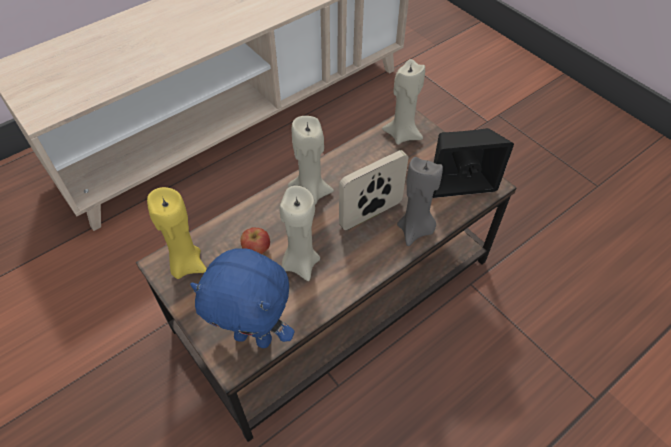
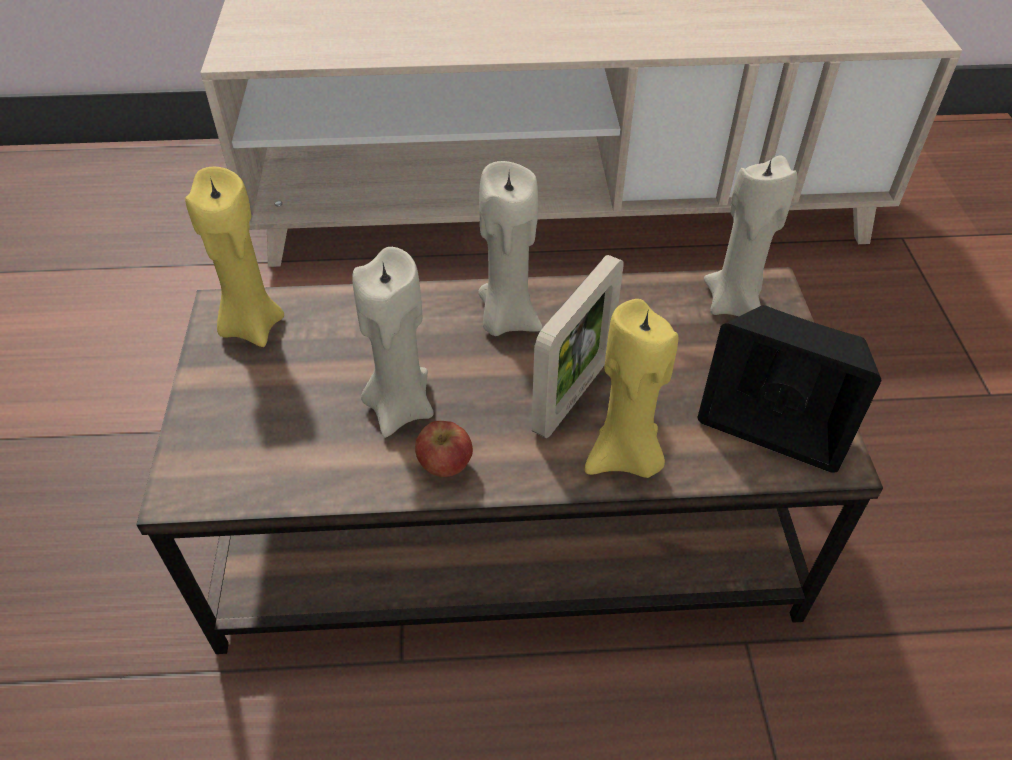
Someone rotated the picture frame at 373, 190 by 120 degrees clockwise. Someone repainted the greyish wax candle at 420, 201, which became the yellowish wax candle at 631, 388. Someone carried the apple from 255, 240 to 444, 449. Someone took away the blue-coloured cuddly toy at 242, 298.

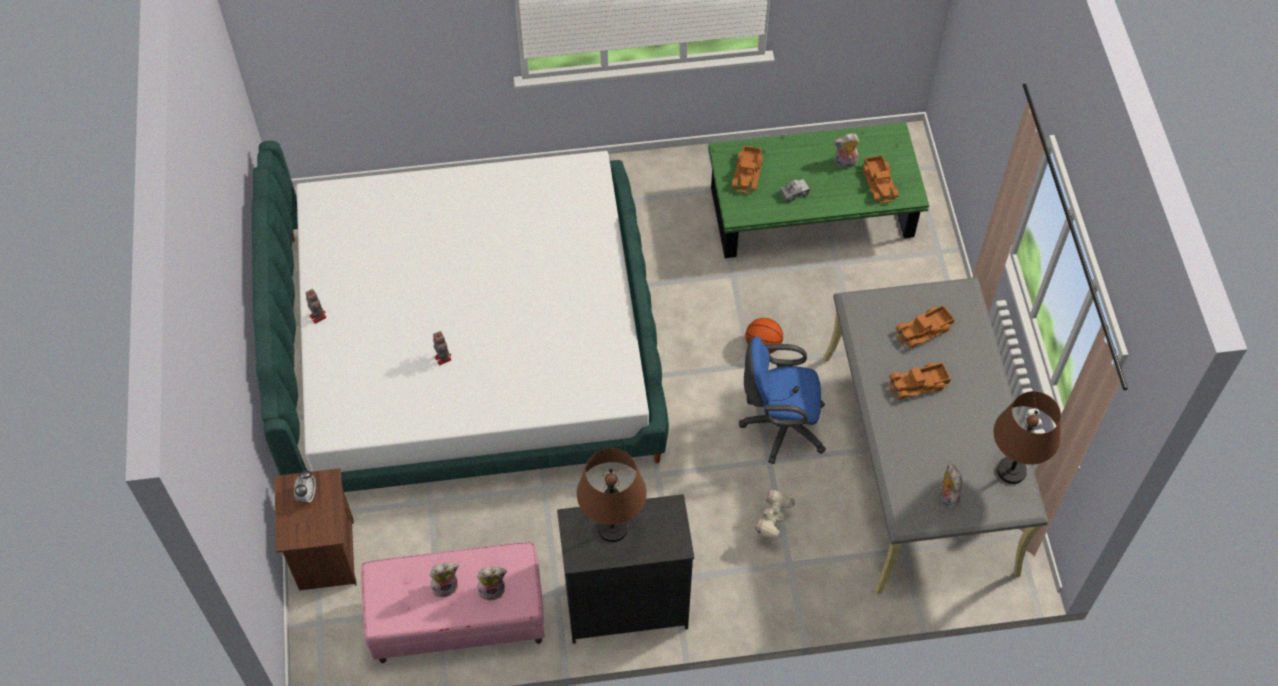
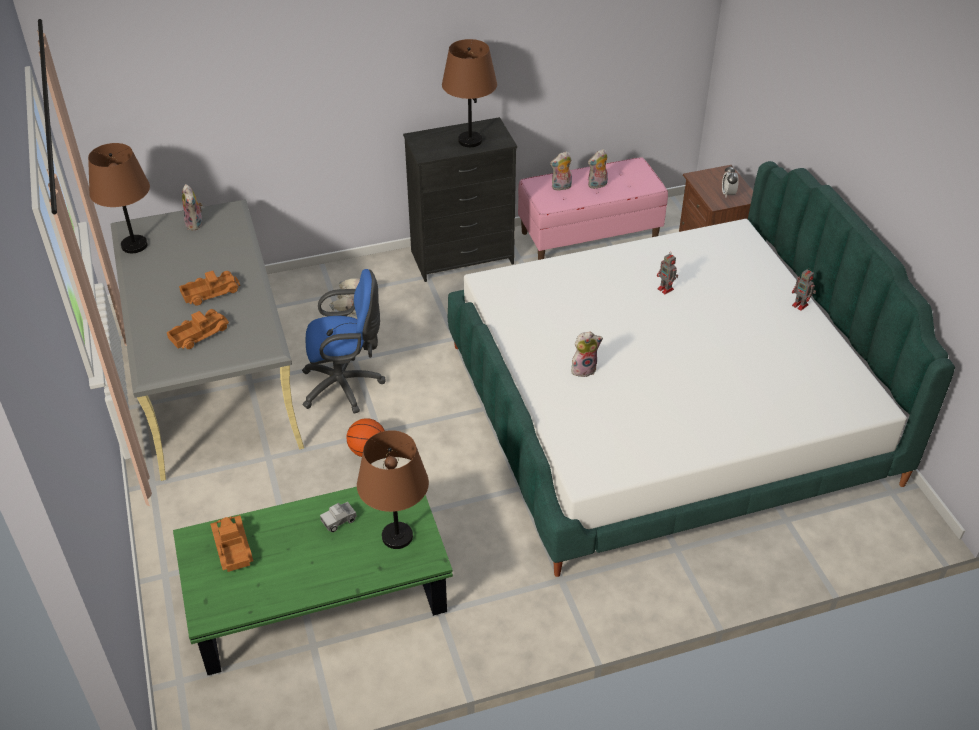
Someone carried the cuddly toy from 846, 150 to 587, 354. Someone swapped the model truck at 747, 169 for the brown-coloured tabletop lamp at 393, 489.

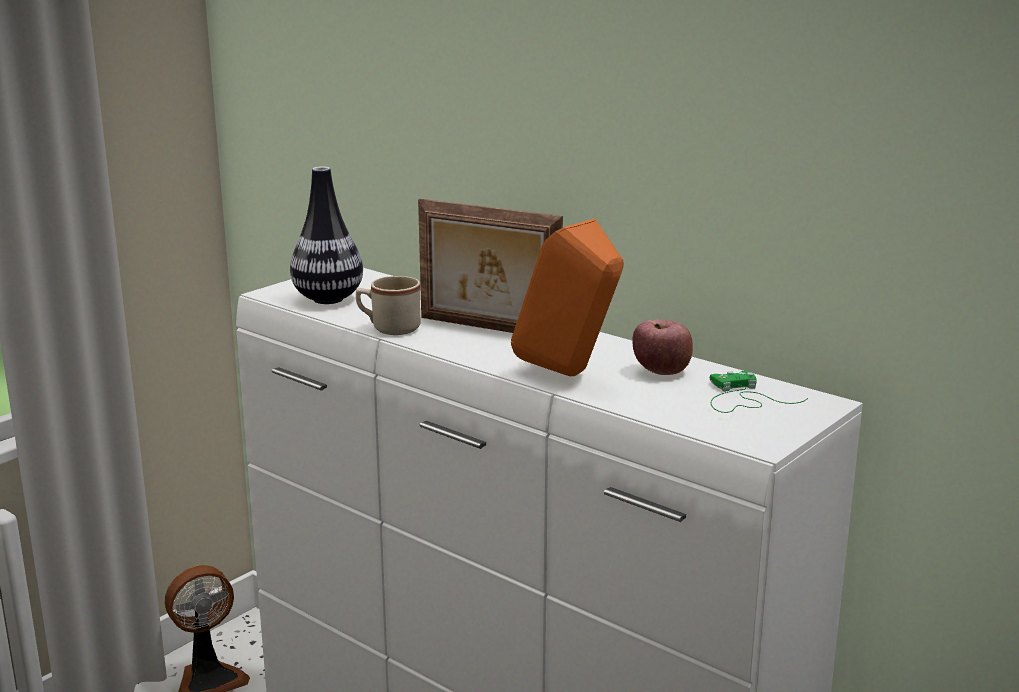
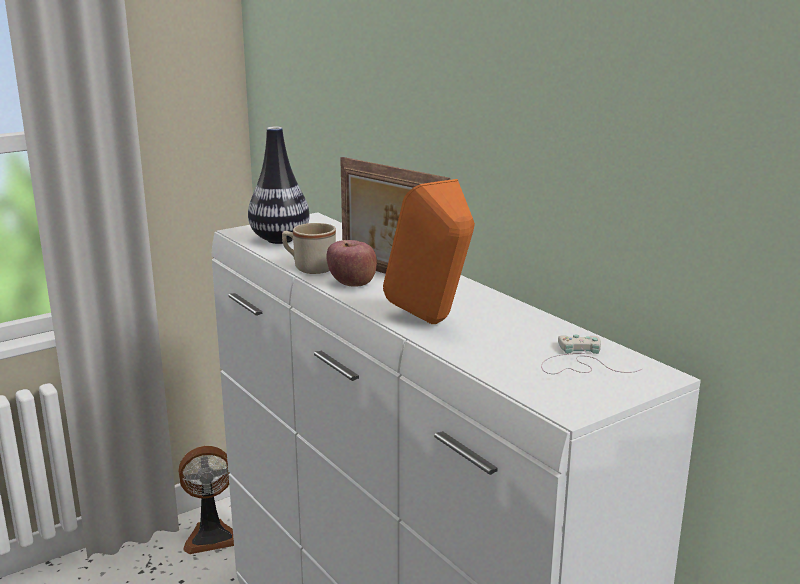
Someone carried the apple from 662, 347 to 352, 263. Someone repainted the greenish gamepad at 759, 392, which became the whitish gamepad at 591, 354.

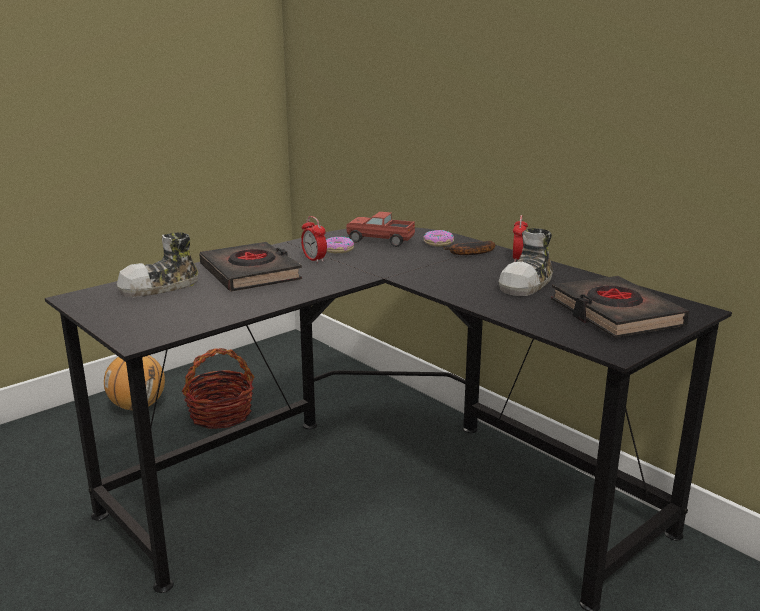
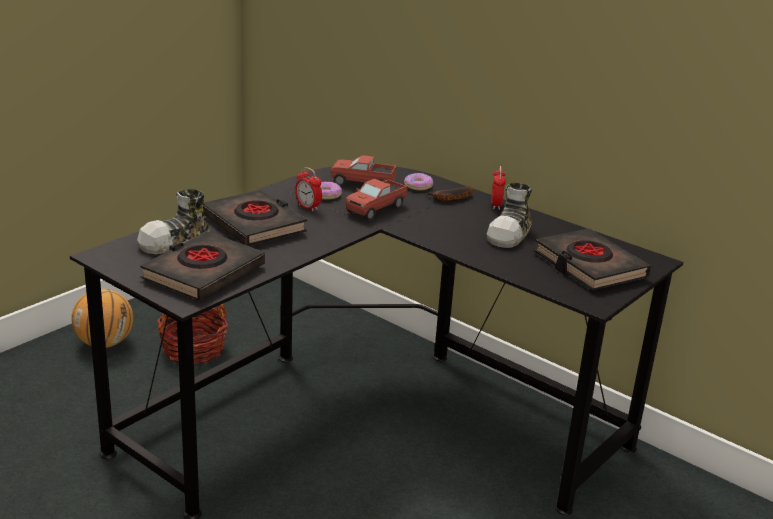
Someone put down the model truck at 376, 200. Someone put down the black-coloured volume at 202, 266.

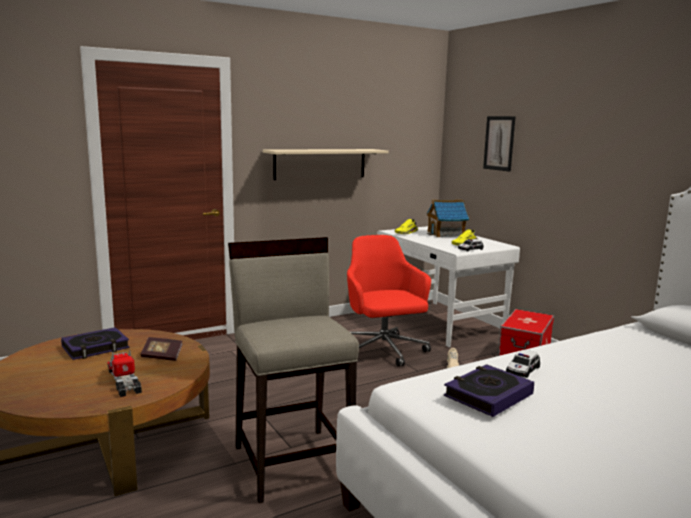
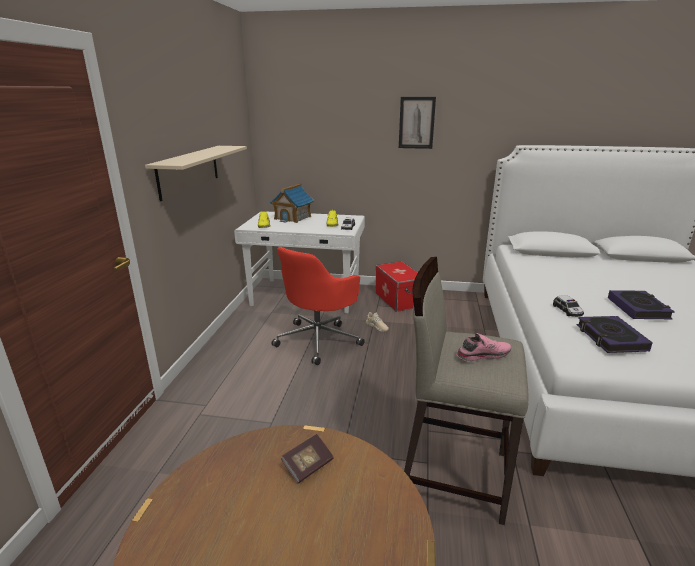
Someone carried the wall art from 499, 144 to 417, 123. Someone rotated the red computer chair at 389, 300 by 75 degrees counterclockwise. Someone carried the volume from 95, 343 to 641, 304. Someone took away the model truck at 124, 373. Someone put down the pinkish shoe at 484, 347.

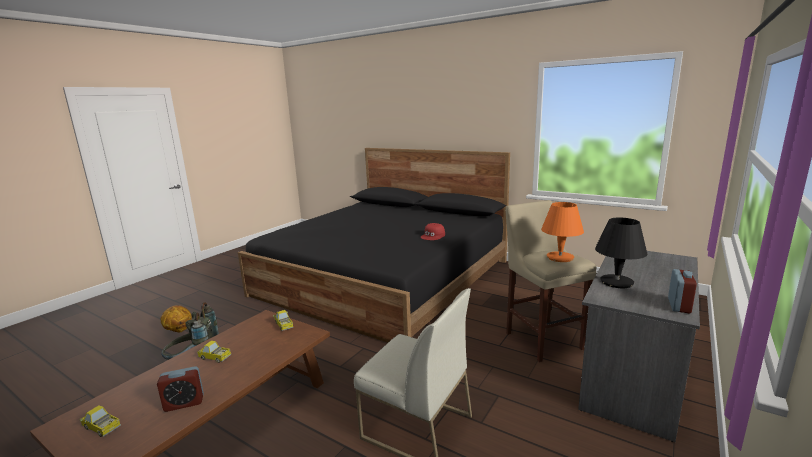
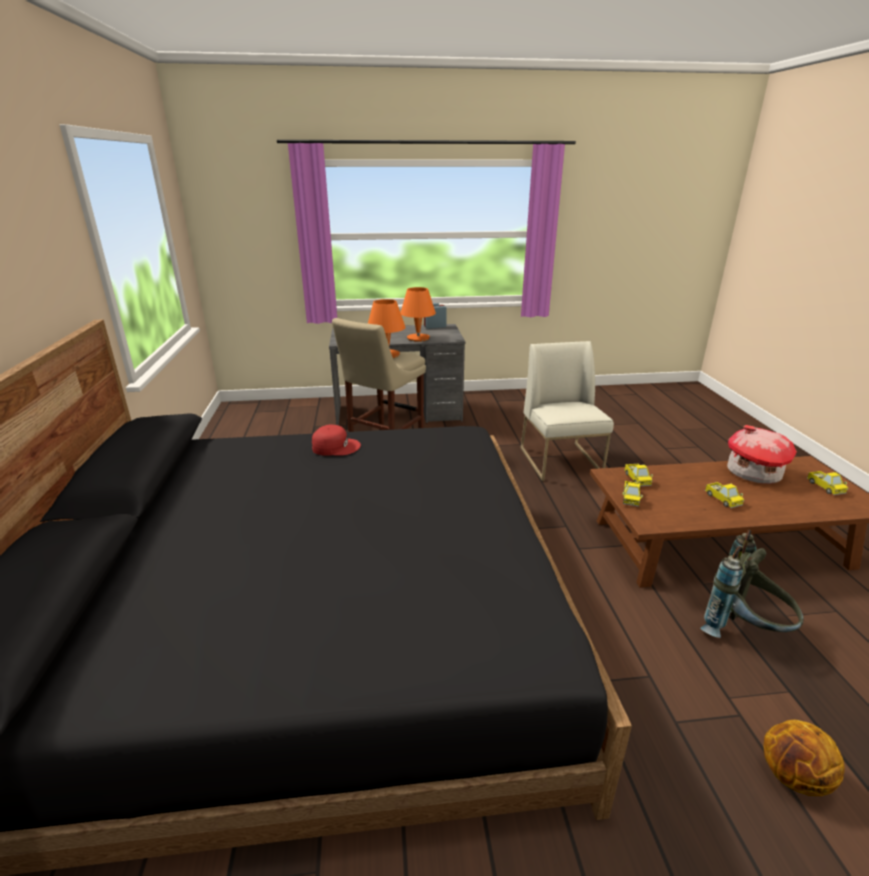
Someone repainted the black-coloured tabletop lamp at 621, 253, which became the orange-coloured tabletop lamp at 418, 314. Someone swapped the alarm clock at 180, 389 for the model house at 762, 454. Someone put down the model truck at 638, 475.

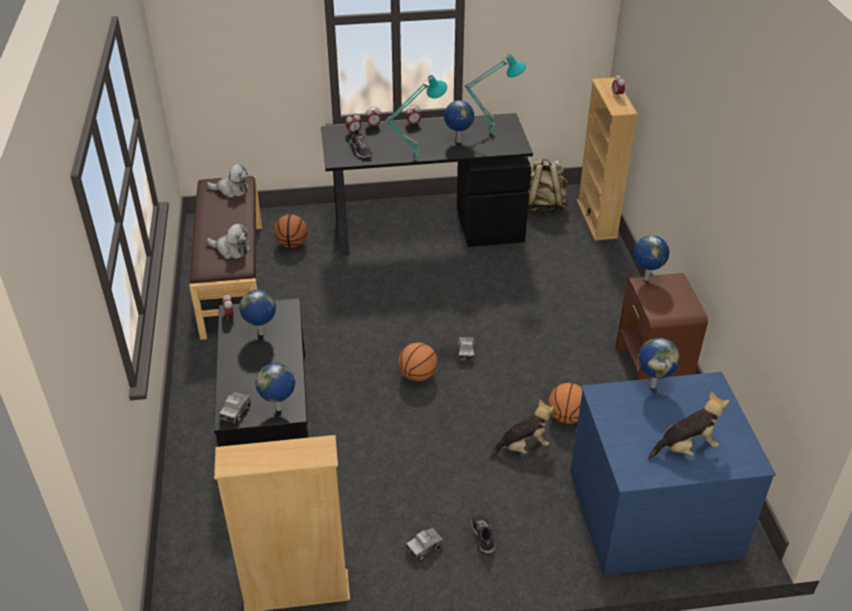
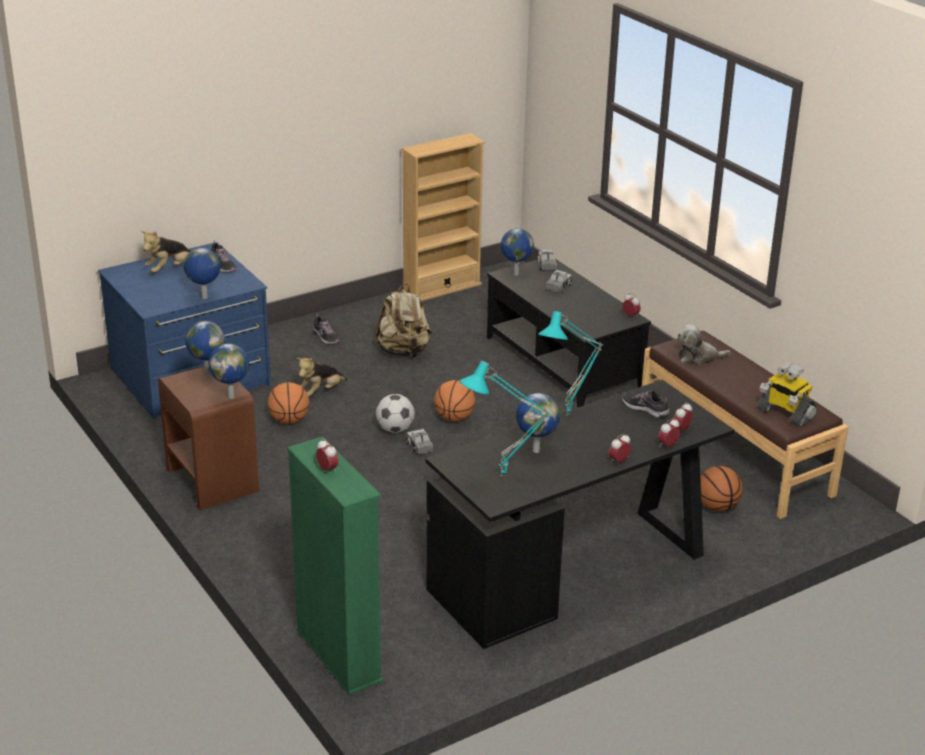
Someone repainted the beige-coloured shelving unit at 607, 159, which became the greenish shelving unit at 335, 565. Someone carried the beige-coloured knapsack from 548, 186 to 402, 321. Someone swapped the cuddly toy at 228, 181 for the model robot at 787, 395. Someone carried the world globe from 257, 312 to 205, 348. Someone carried the model truck from 424, 544 to 559, 281. Someone put down the shoe at 224, 257. Someone put down the football at 395, 413.

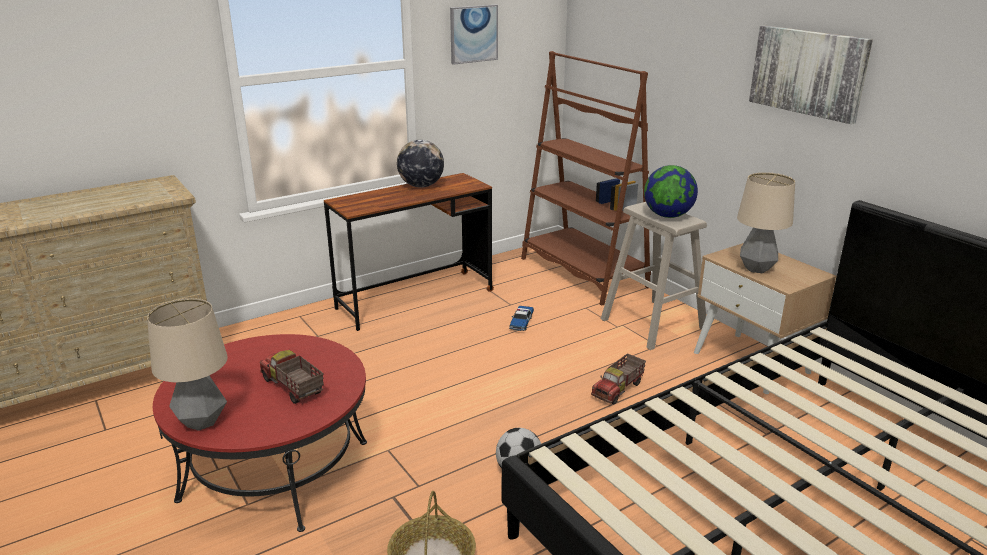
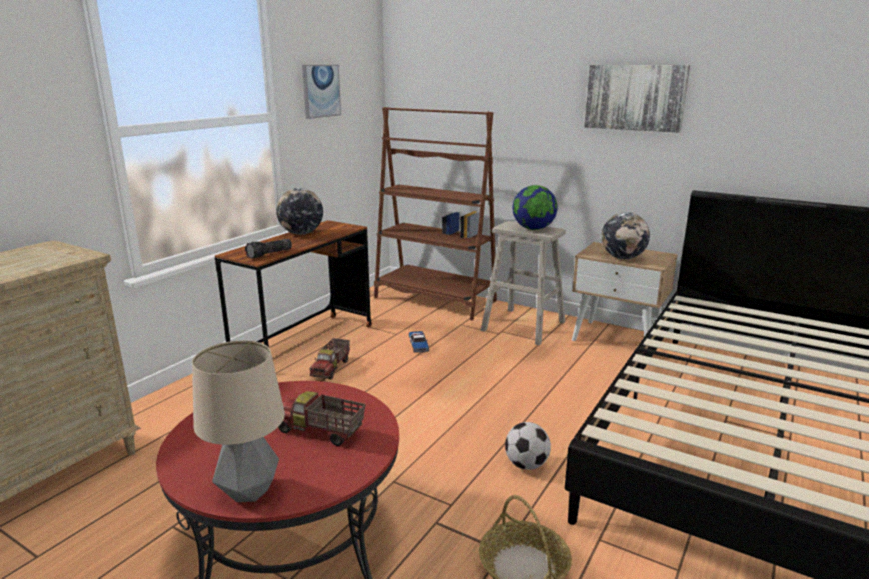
Someone swapped the tabletop lamp at 766, 222 for the world globe at 625, 235. Someone carried the model truck from 618, 379 to 330, 358. Someone put down the torch at 268, 248.

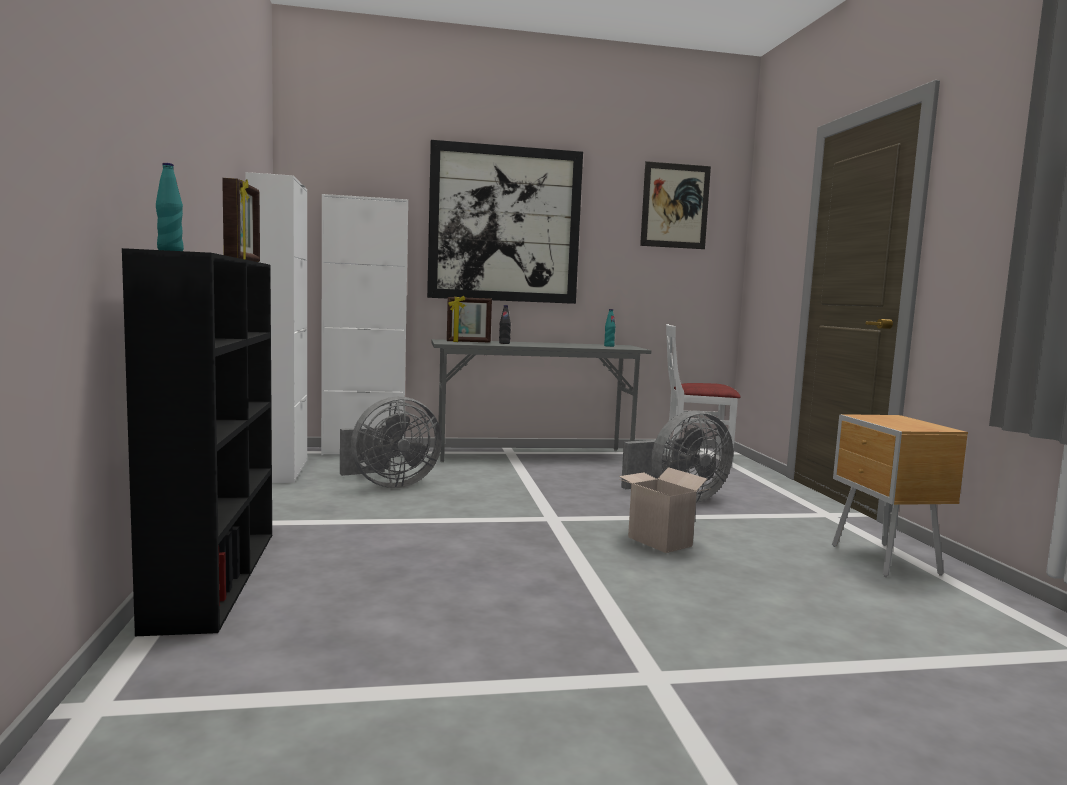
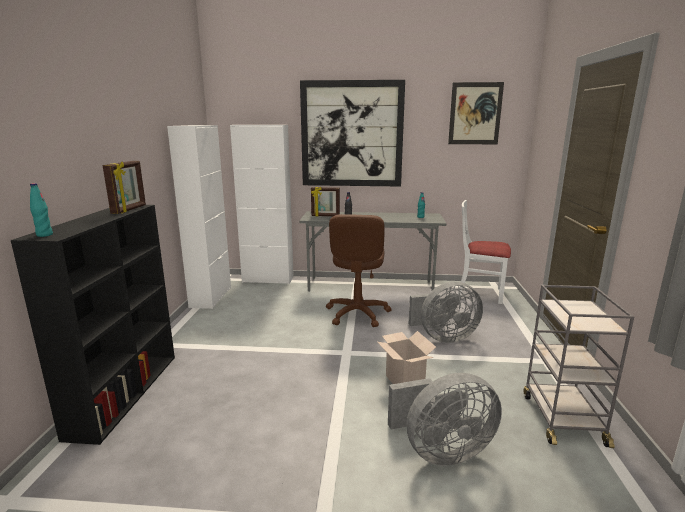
Someone carried the greyish fan from 391, 442 to 445, 419. Someone swapped the brown-coloured night table at 900, 495 for the greyish trolley at 579, 366. Someone put down the brown-coloured computer chair at 359, 270.

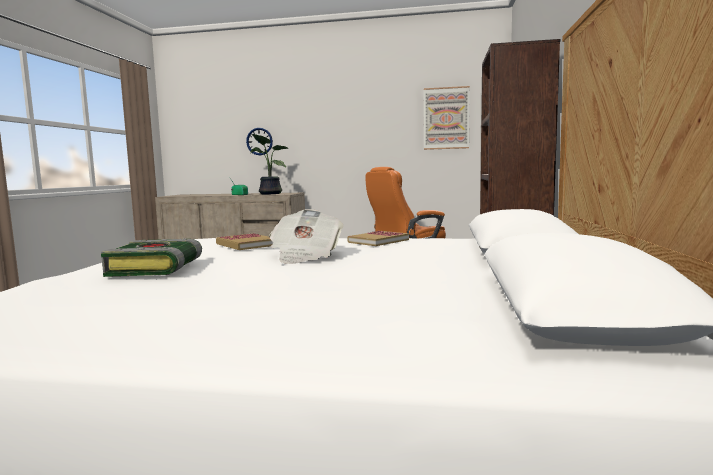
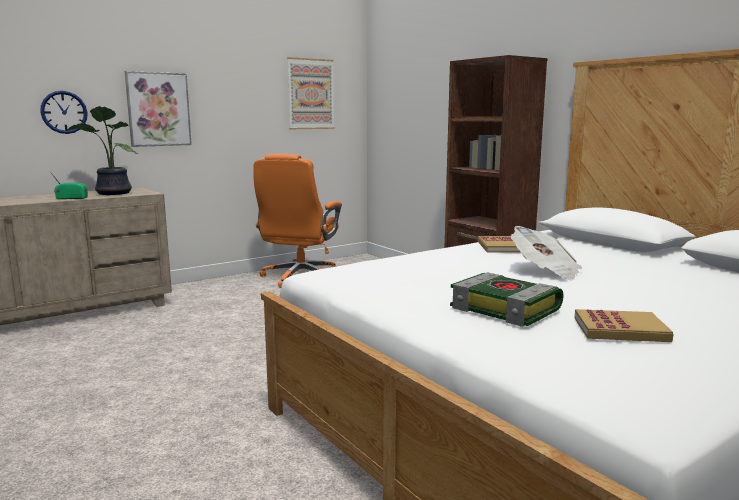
Someone carried the volume from 244, 241 to 623, 325. Someone put up the wall art at 158, 109.

